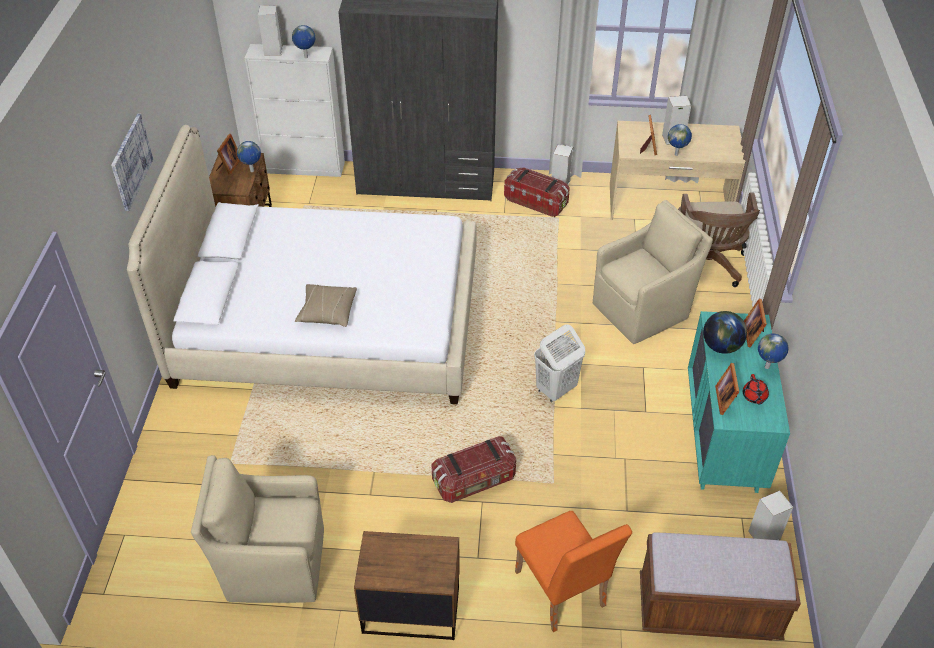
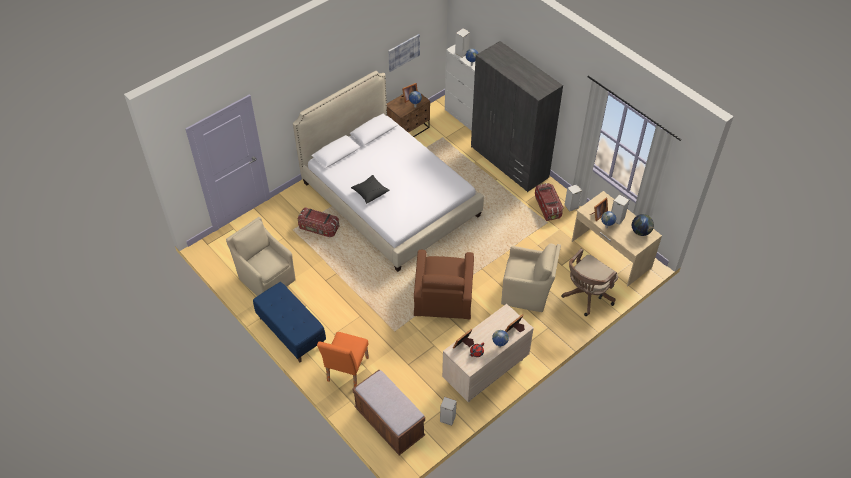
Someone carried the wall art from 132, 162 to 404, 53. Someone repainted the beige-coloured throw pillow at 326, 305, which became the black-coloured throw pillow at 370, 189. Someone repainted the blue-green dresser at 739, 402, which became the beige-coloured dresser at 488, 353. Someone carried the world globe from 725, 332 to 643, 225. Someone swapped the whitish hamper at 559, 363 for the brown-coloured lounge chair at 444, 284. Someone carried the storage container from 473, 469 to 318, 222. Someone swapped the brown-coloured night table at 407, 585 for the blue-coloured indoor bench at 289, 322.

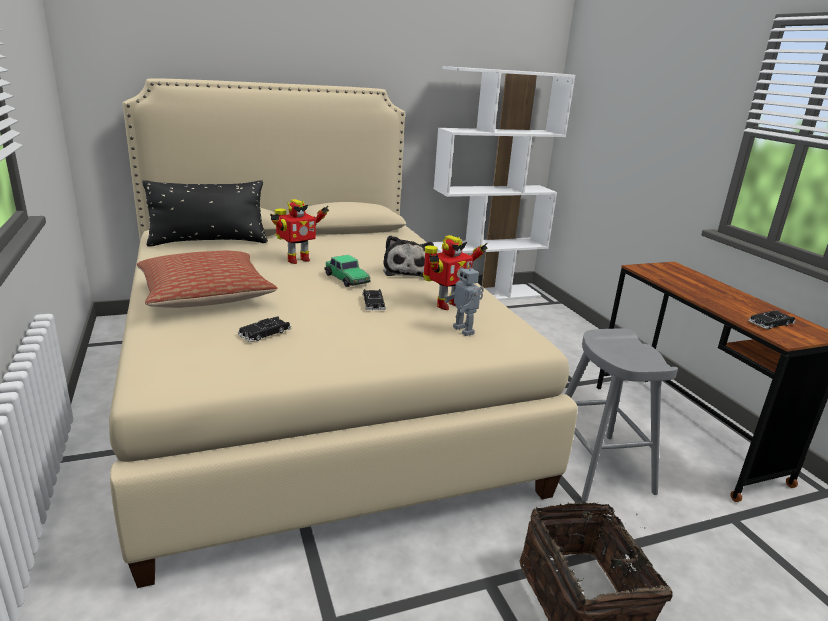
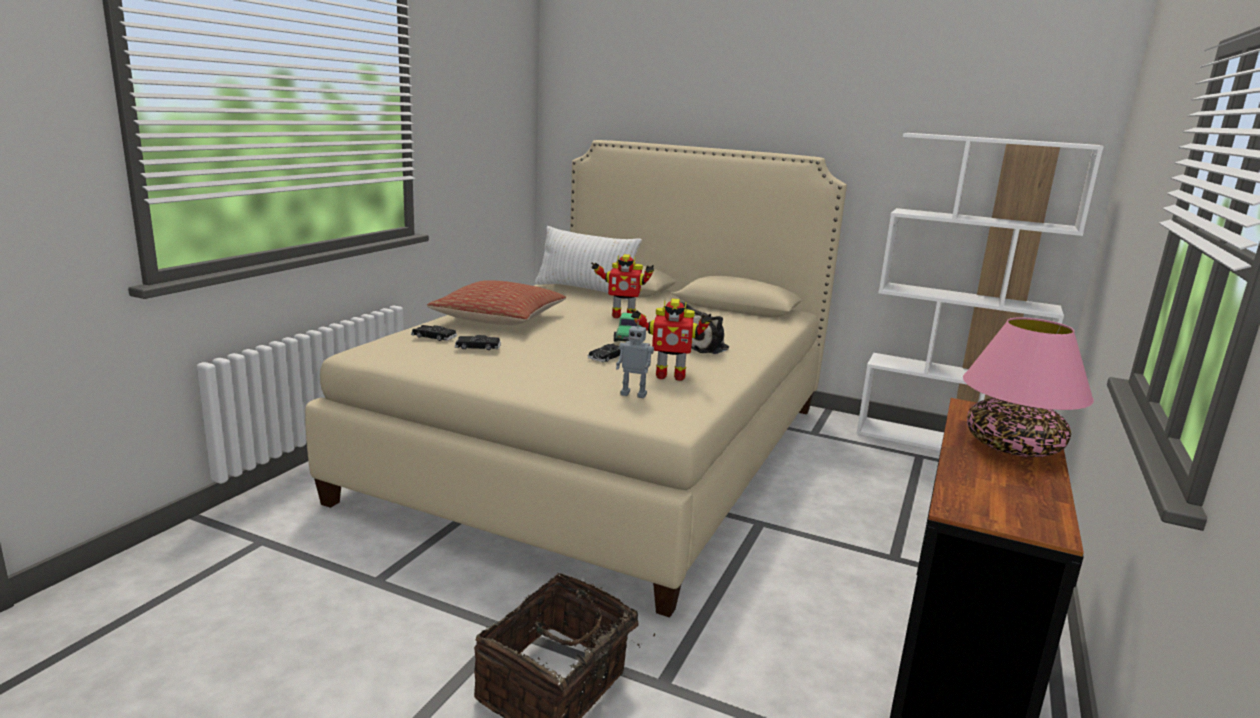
Someone repainted the black-coloured throw pillow at 205, 213, which became the whitish throw pillow at 588, 263. Someone rotated the model robot at 464, 299 by 90 degrees counterclockwise. Someone carried the black-coloured model car from 772, 320 to 434, 333. Someone took away the greyish stool at 621, 415. Someone put down the pinkish tabletop lamp at 1028, 387.

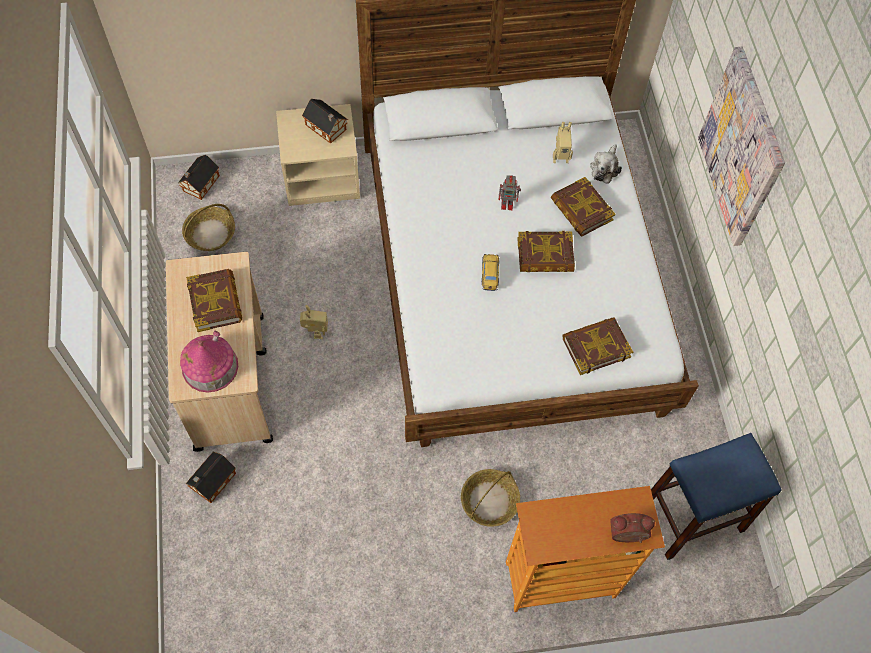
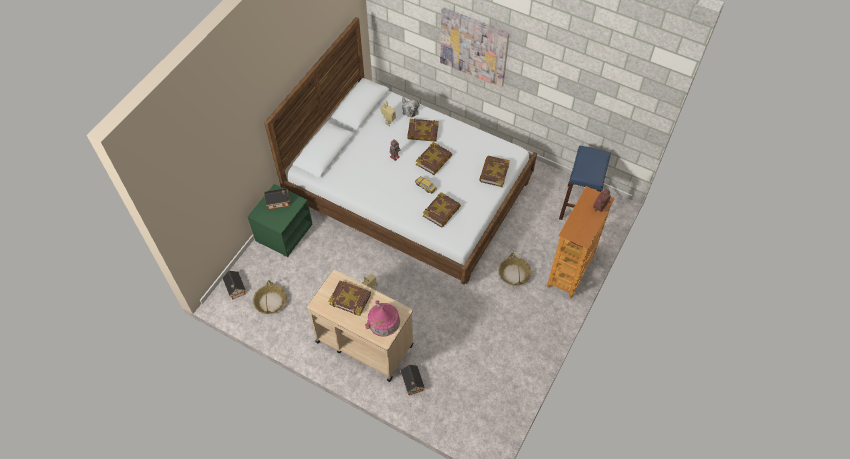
Someone repainted the beige-coloured night table at 318, 155, which became the greenish night table at 280, 220. Someone put down the volume at 442, 210.

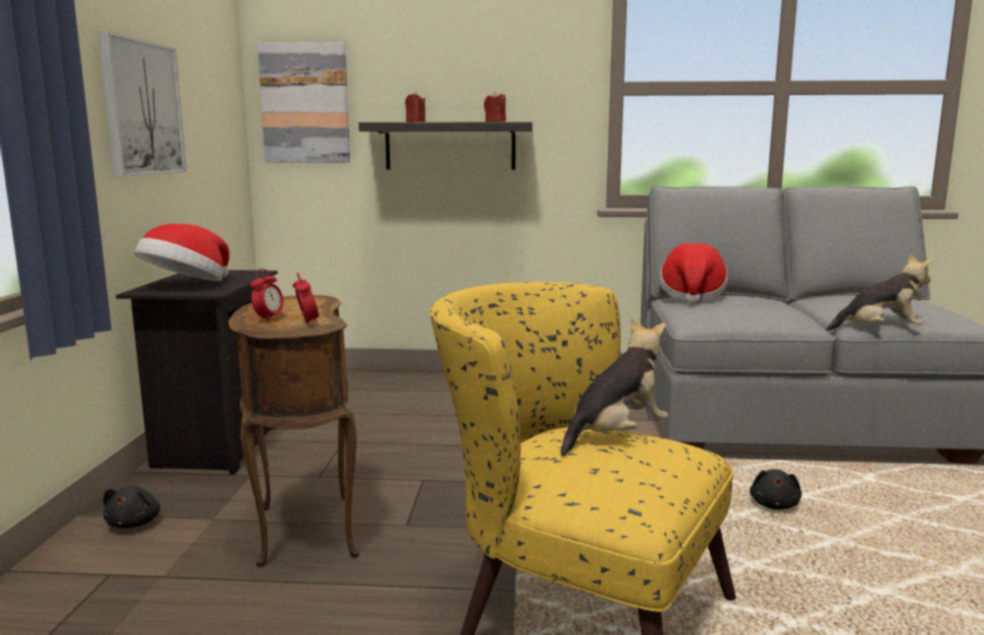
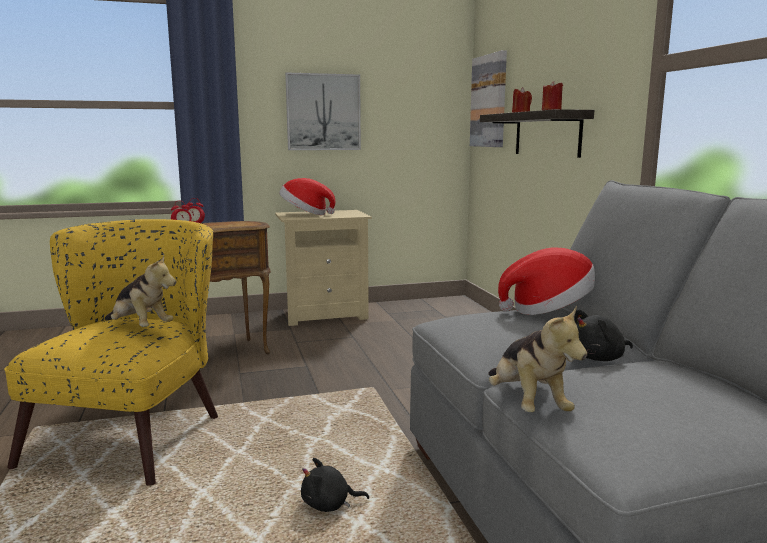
Someone repainted the black-coloured night table at 197, 372, which became the beige-coloured night table at 323, 268. Someone carried the black-coloured cuddly toy from 131, 507 to 603, 335.

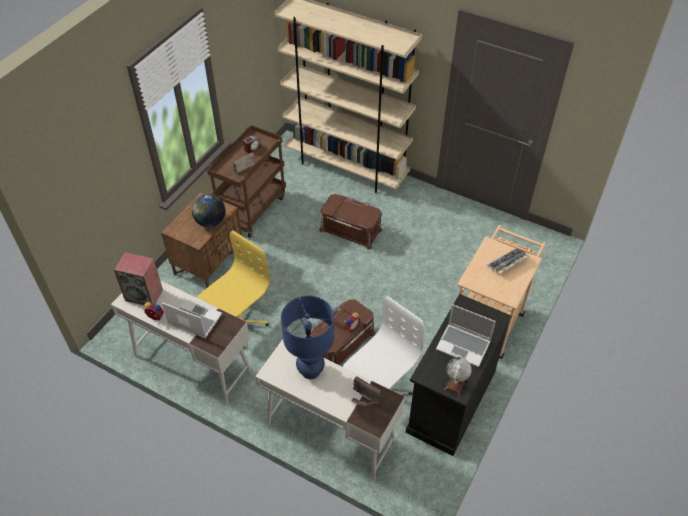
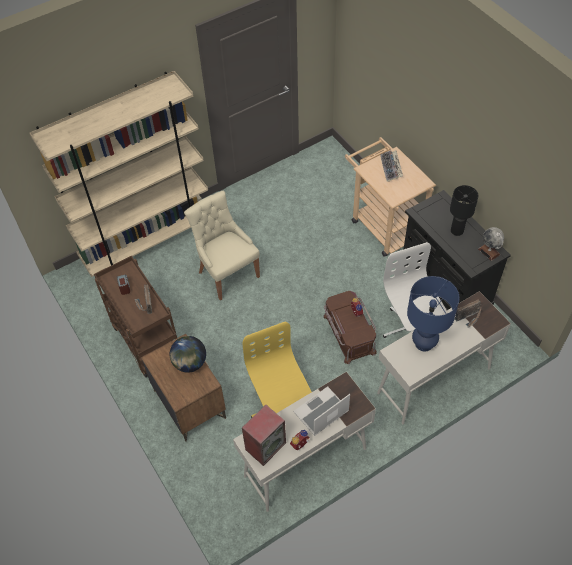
Someone swapped the brown-coloured storage container at 351, 222 for the beige-coloured plain chair at 222, 246. Someone swapped the notebook computer at 466, 335 for the black-coloured tabletop lamp at 464, 210.

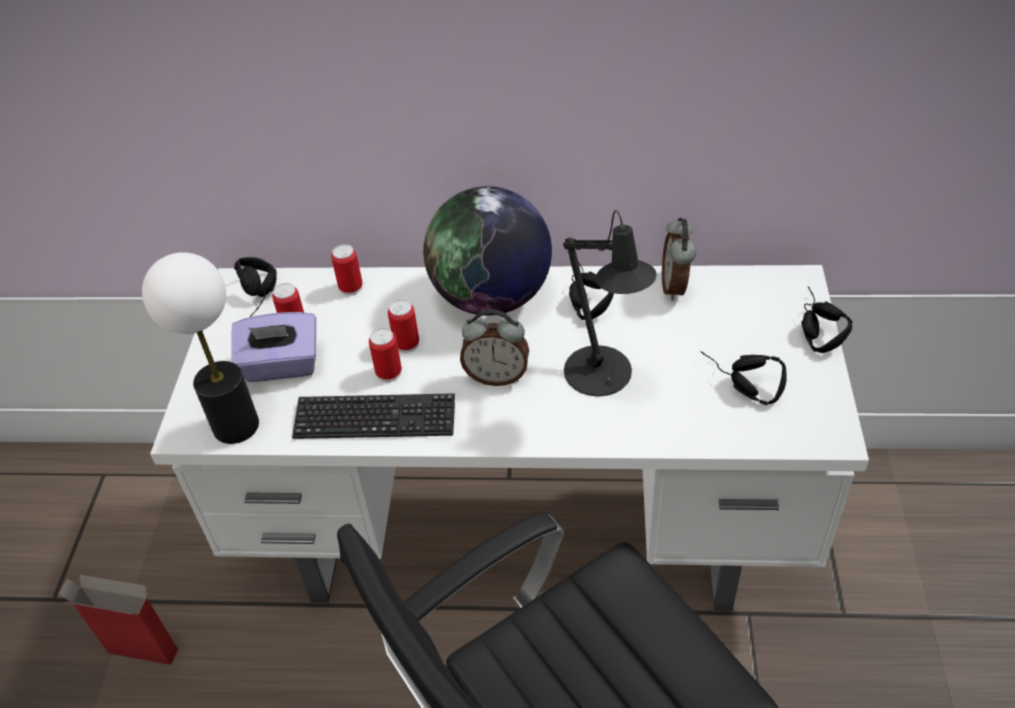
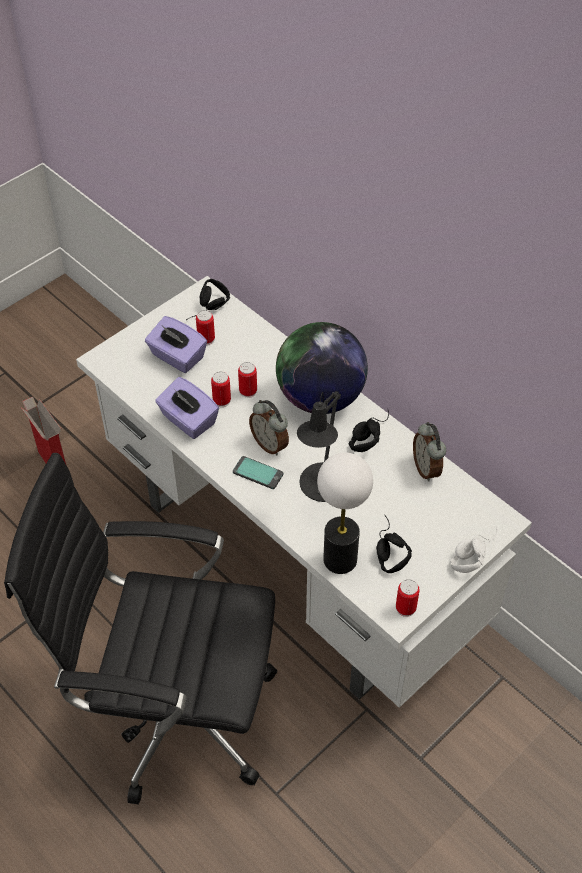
Someone rotated the alarm clock at 679, 259 by 60 degrees counterclockwise. Someone carried the sealed can from 347, 269 to 408, 598. Someone carried the tabletop lamp from 200, 348 to 345, 513. Someone repainted the black-coloured headset at 826, 319, which became the whitish headset at 473, 549. Someone swapped the PC keyboard at 373, 416 for the purple tissue box at 187, 408. Someone put down the telephone at 258, 472.

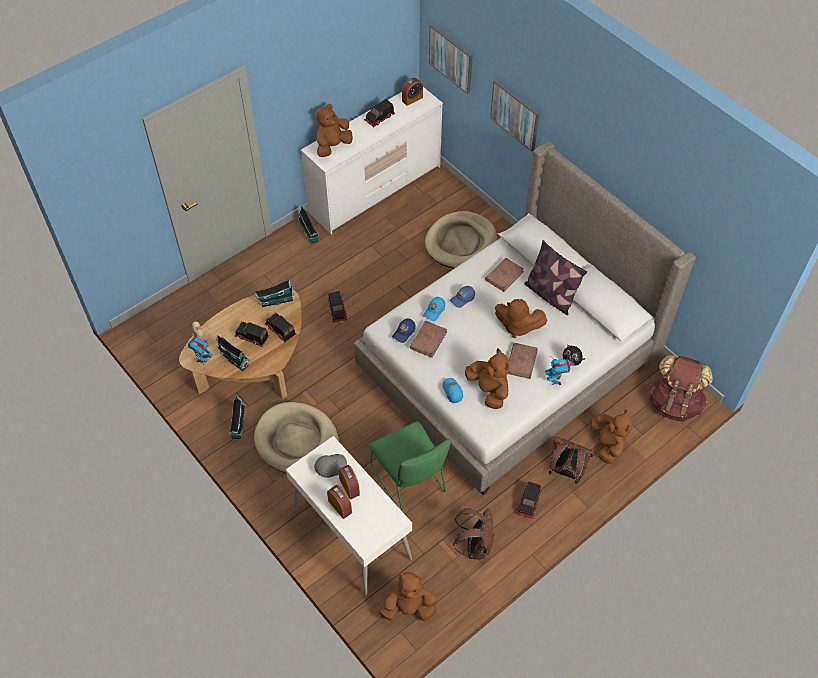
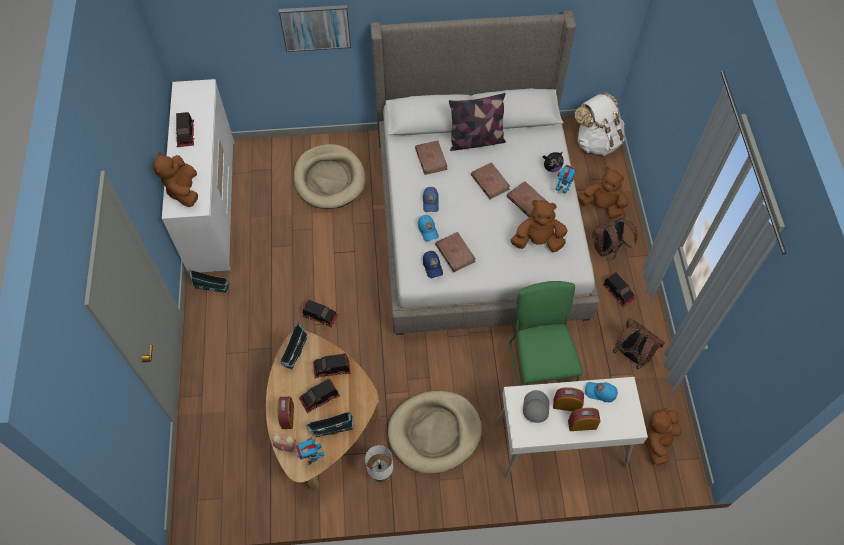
Someone took away the wall art at 451, 59. Someone carried the alarm clock from 412, 92 to 286, 413. Someone swapped the brown-coloured cuddly toy at 521, 318 for the brown-coloured volume at 490, 180. Someone repainted the brown-coloured knapsack at 681, 388, which became the whitish knapsack at 600, 124. Someone carried the blue-coloured baseball cap from 453, 390 to 601, 392. Someone swapped the model house at 237, 417 for the tabletop lamp at 379, 464. Someone rotated the greenish plain chair at 410, 466 by 105 degrees counterclockwise.

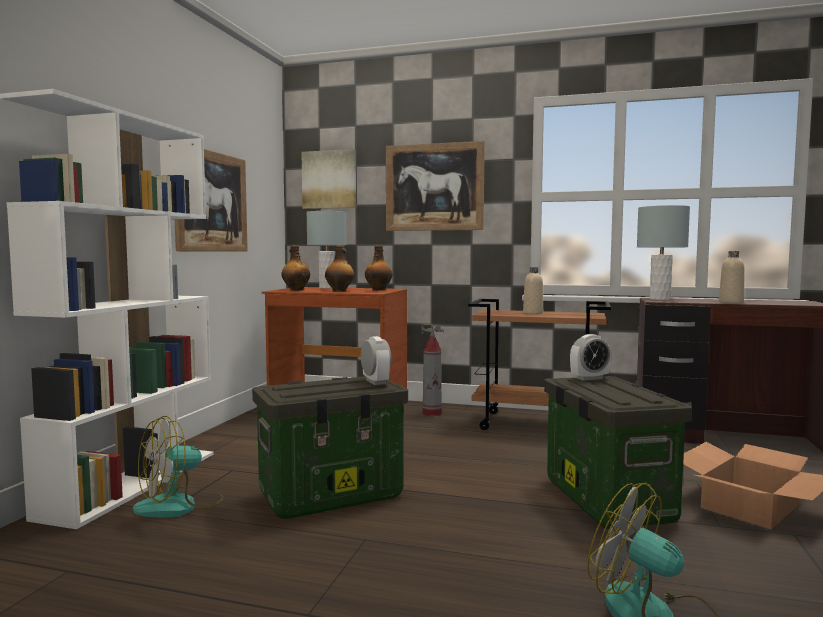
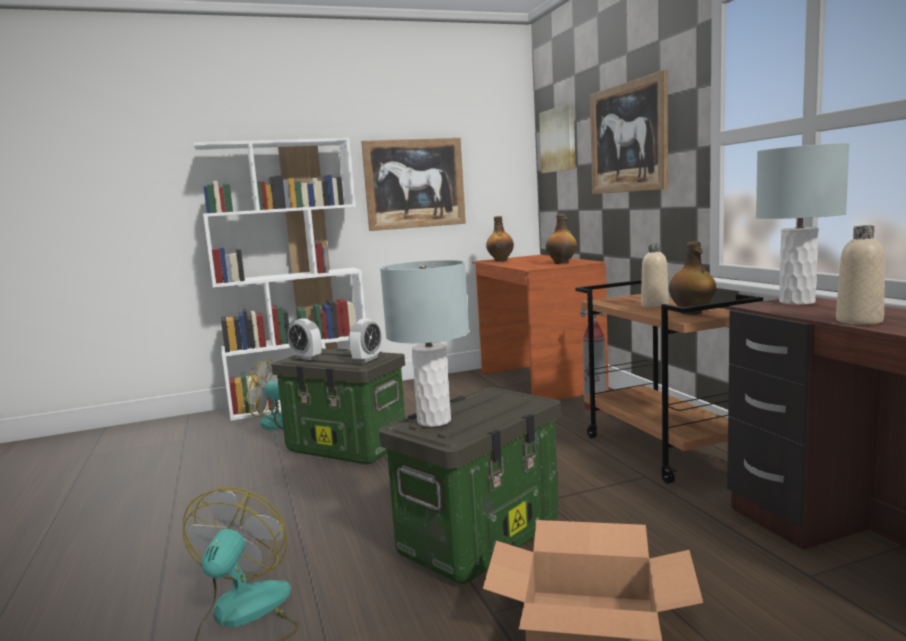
Someone carried the greyish tabletop lamp from 326, 249 to 424, 343. Someone carried the beverage bottle from 339, 268 to 692, 278. Someone carried the alarm clock from 590, 357 to 304, 339.

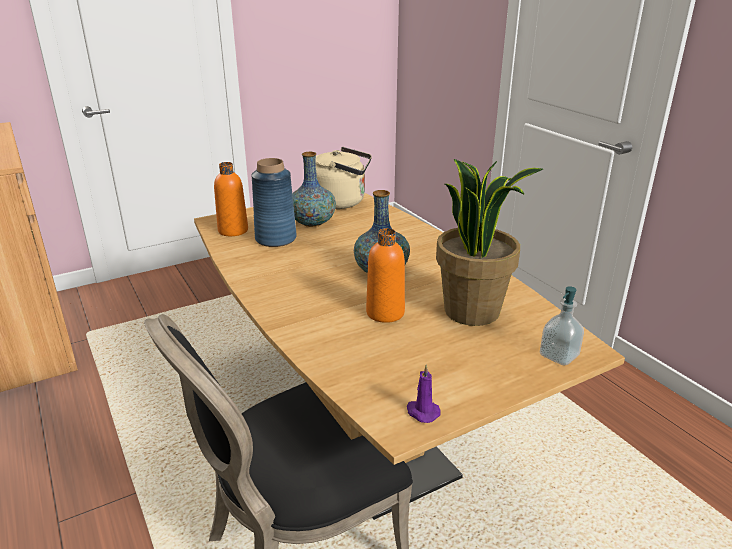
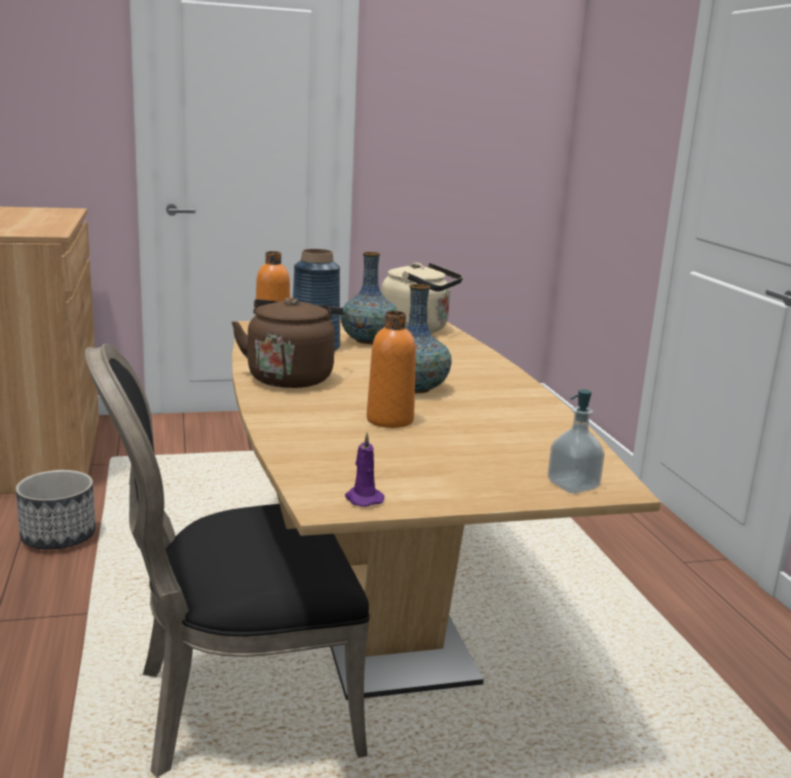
Someone took away the houseplant at 489, 242. Someone put down the brown-coloured water kettle at 287, 343. Someone put down the planter at 56, 509.

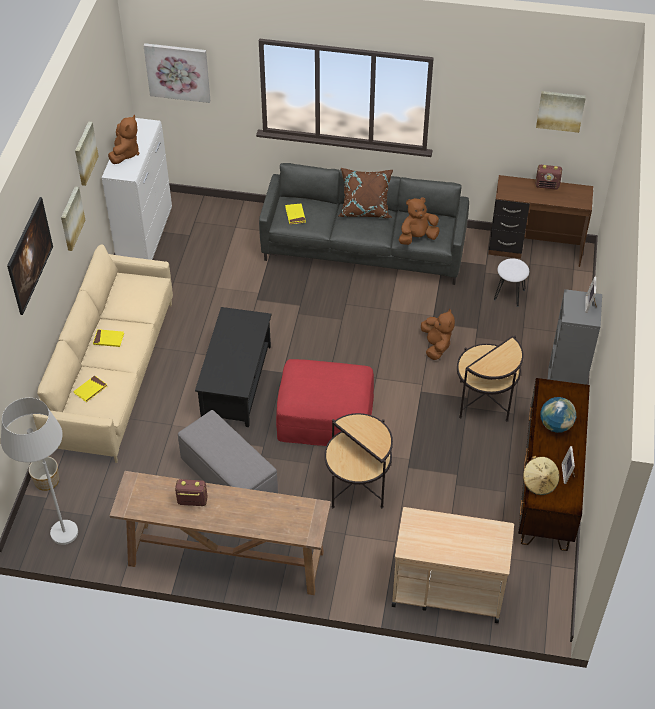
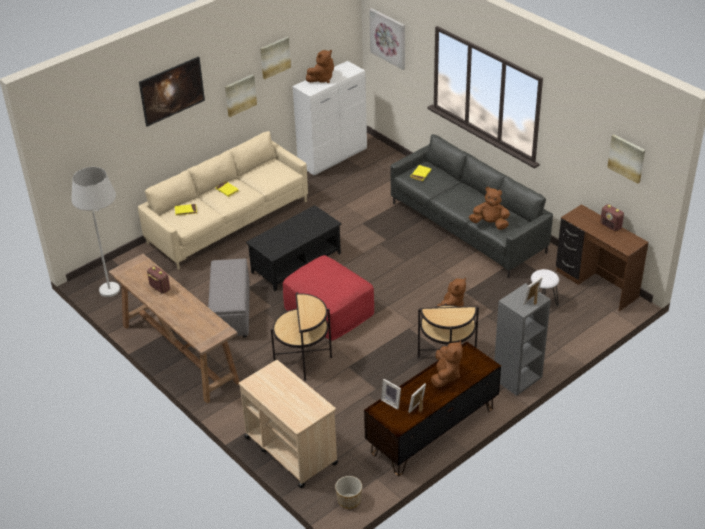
Someone took away the brown-coloured throw pillow at 366, 193. Someone swapped the world globe at 558, 415 for the brown-coloured cuddly toy at 447, 364. Someone swapped the beige-coloured clothing hat at 541, 475 for the picture frame at 391, 394. Someone carried the planter from 44, 474 to 348, 492.

